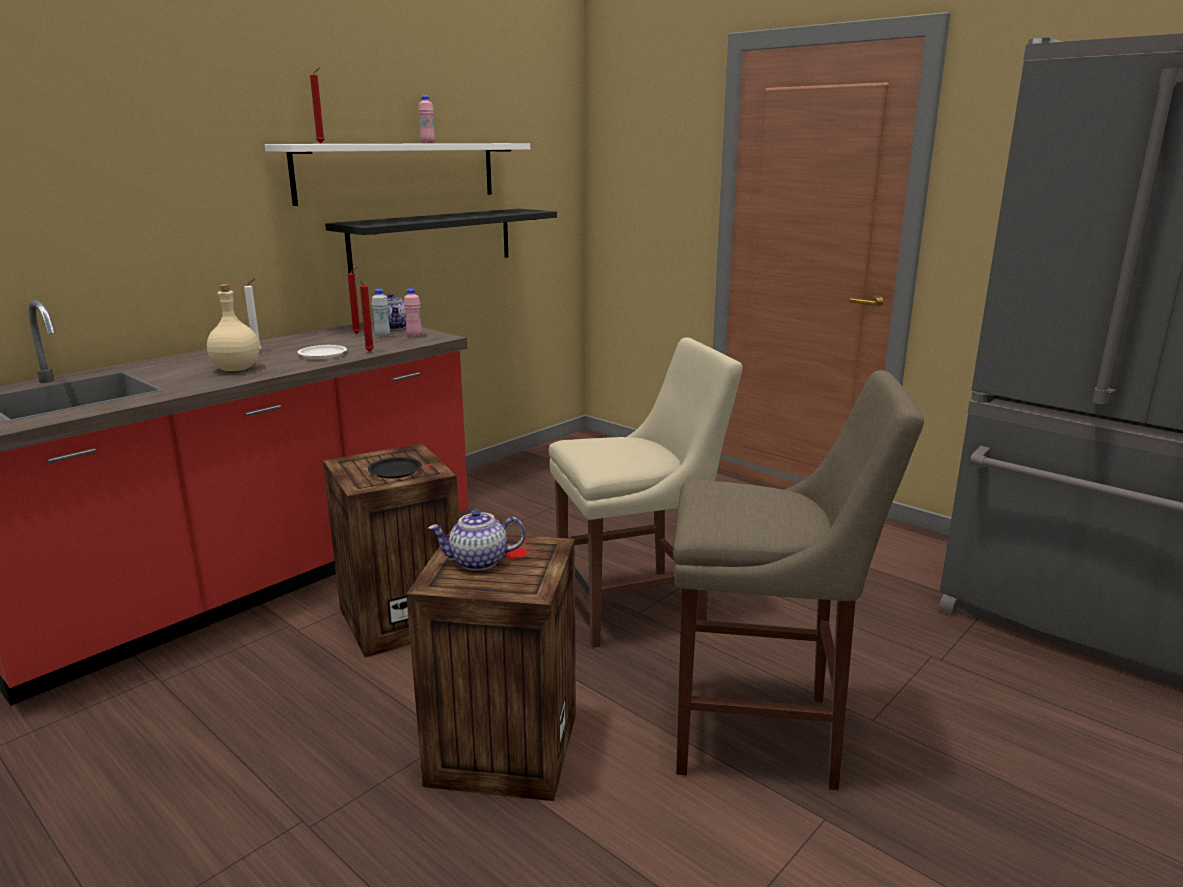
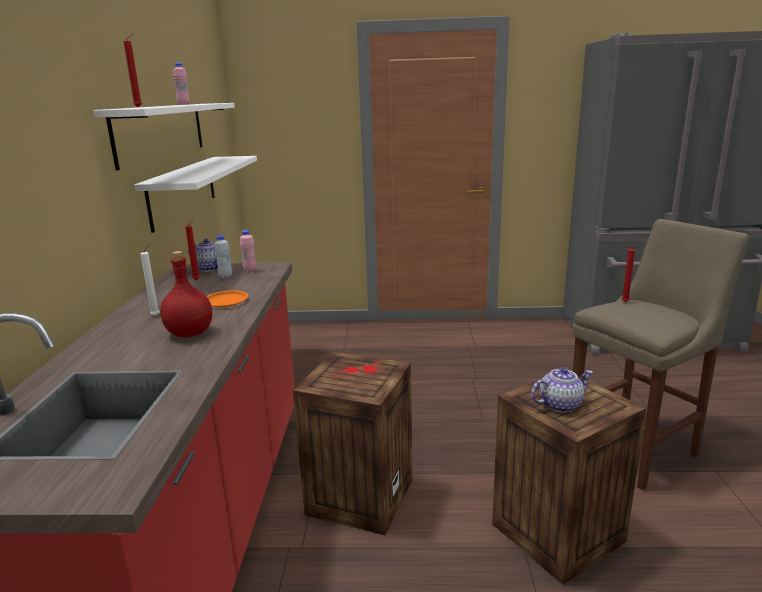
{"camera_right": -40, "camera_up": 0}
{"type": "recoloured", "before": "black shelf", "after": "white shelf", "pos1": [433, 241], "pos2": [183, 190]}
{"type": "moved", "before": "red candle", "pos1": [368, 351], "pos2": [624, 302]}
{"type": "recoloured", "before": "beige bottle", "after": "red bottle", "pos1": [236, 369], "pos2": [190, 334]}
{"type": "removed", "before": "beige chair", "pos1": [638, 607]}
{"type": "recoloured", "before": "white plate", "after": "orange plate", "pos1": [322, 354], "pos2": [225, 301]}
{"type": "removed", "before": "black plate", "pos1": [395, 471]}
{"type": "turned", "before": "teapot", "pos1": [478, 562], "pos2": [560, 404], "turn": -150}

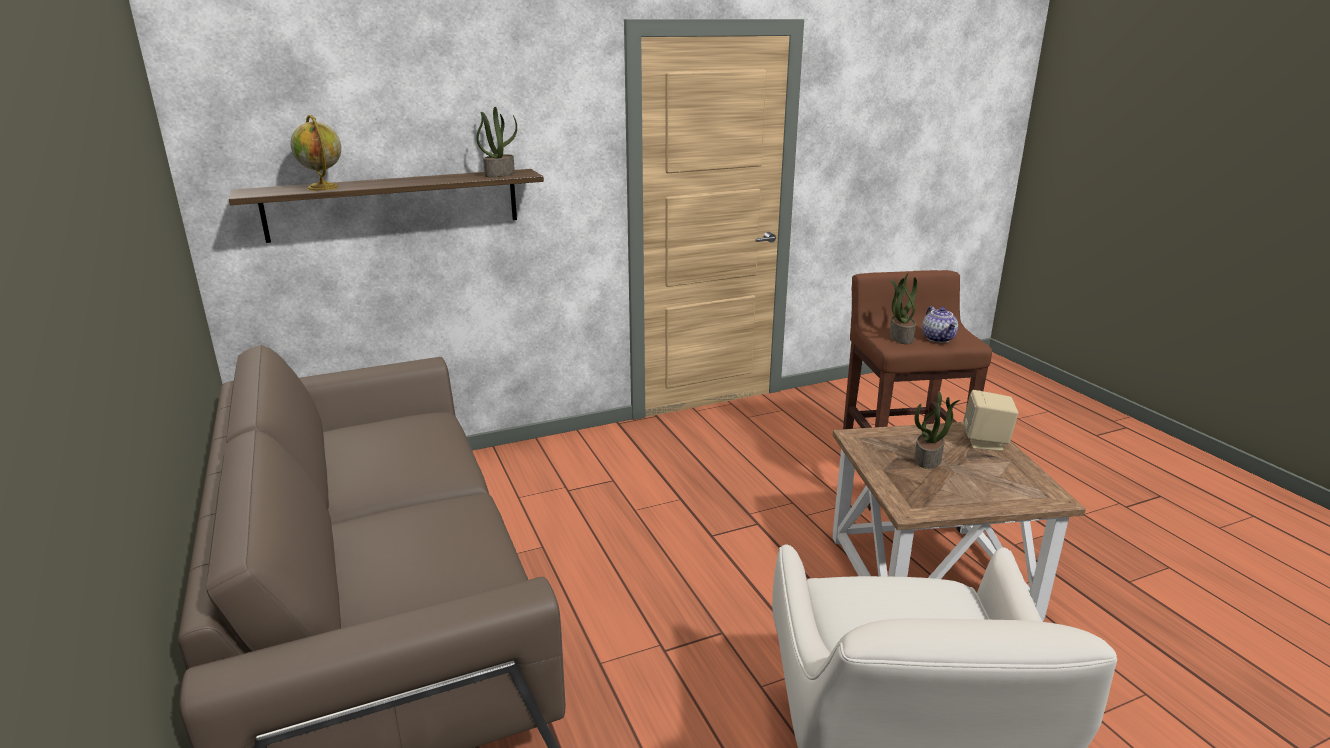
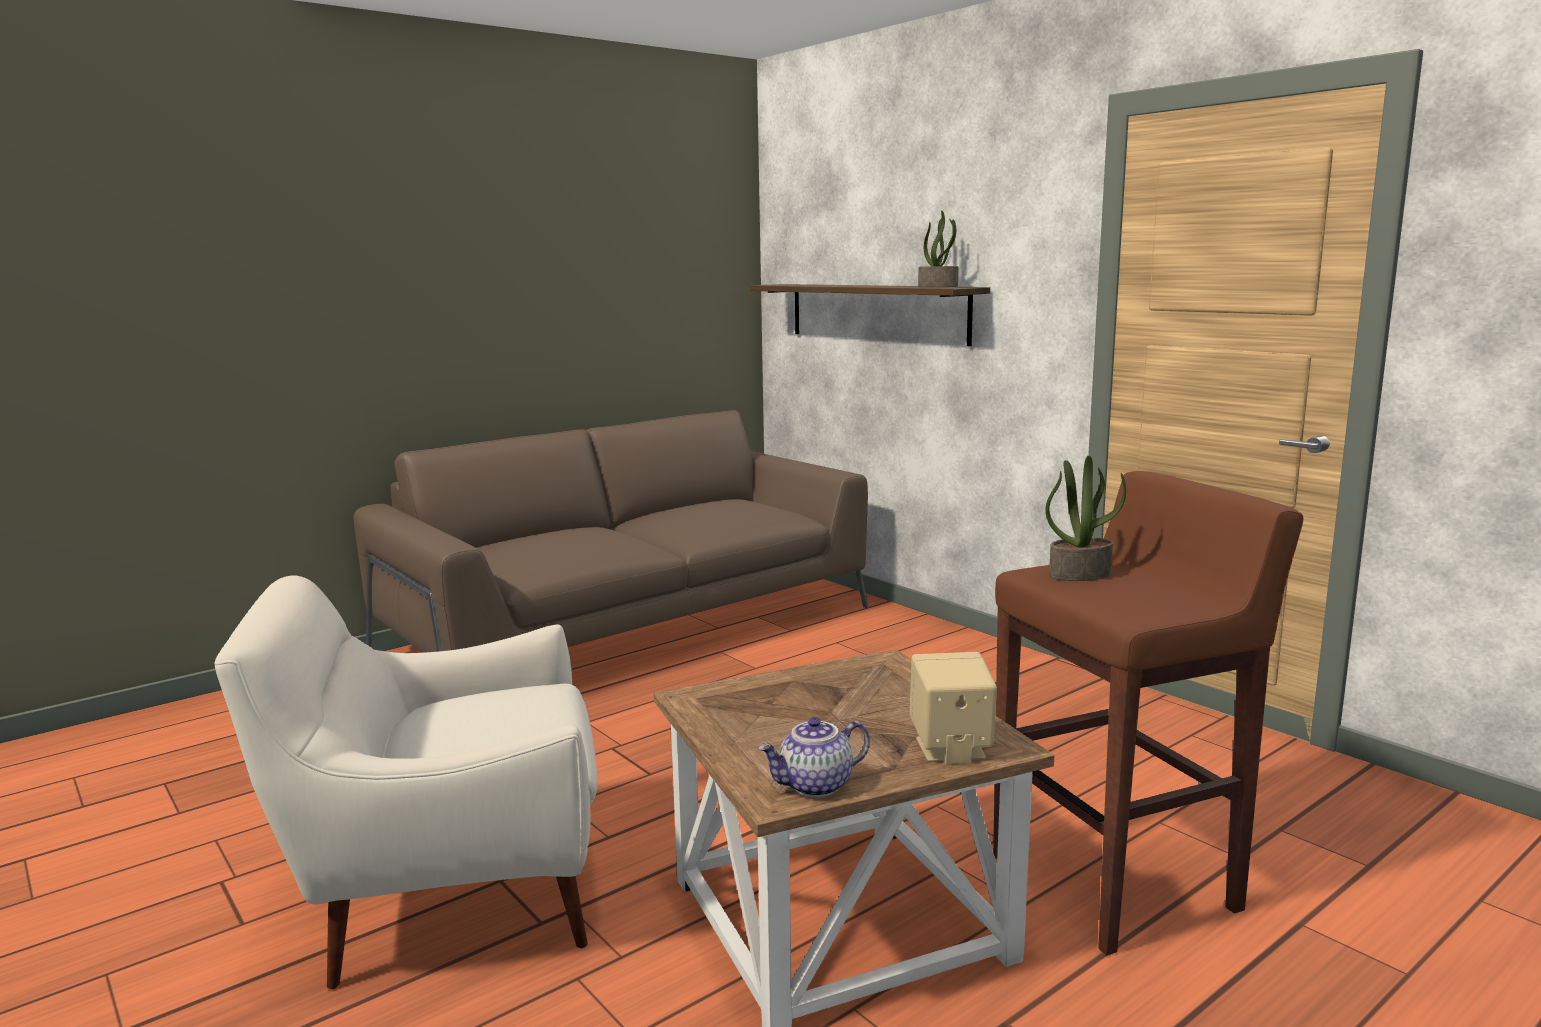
{"camera_right": 75, "camera_up": -10}
{"type": "removed", "before": "globe", "pos1": [323, 188]}
{"type": "moved", "before": "teapot", "pos1": [939, 339], "pos2": [815, 786]}
{"type": "removed", "before": "potted plant", "pos1": [928, 459]}

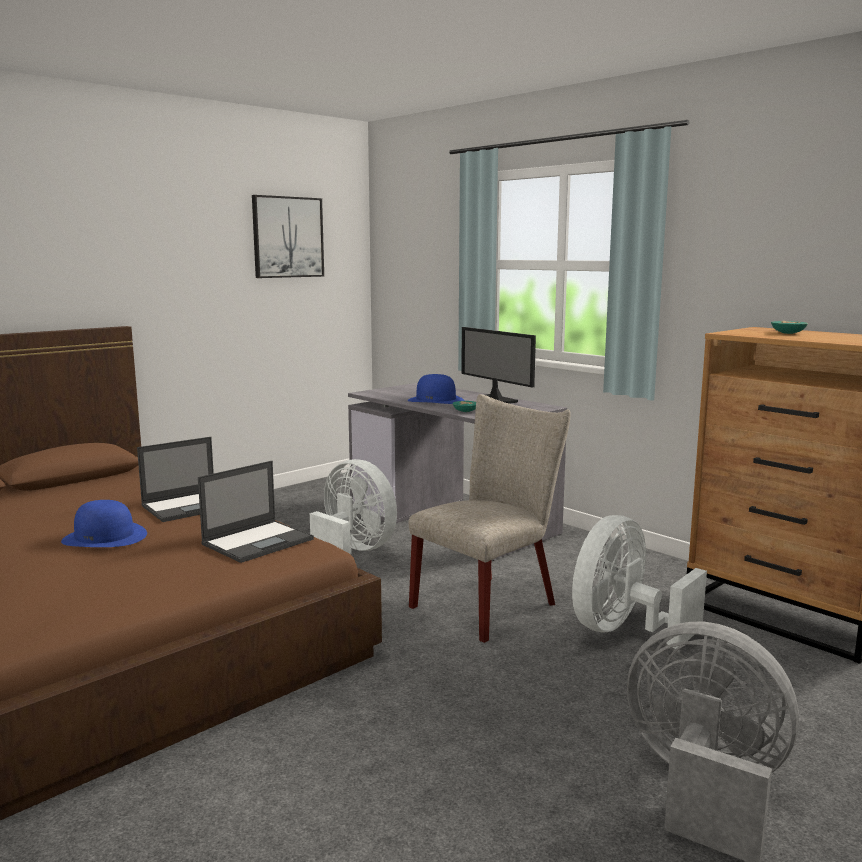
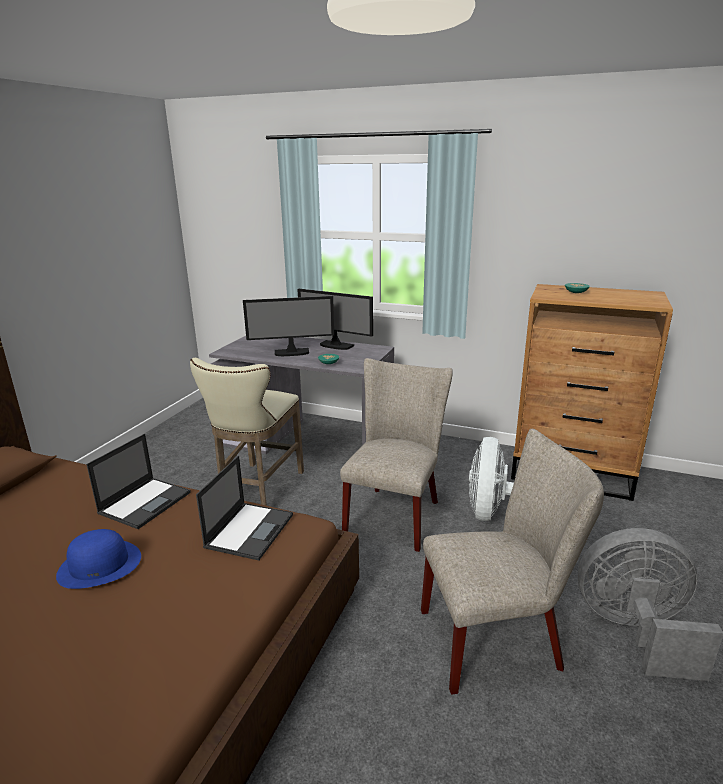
{"camera_right": -25, "camera_up": 10}
{"type": "removed", "before": "picture", "pos1": [287, 237]}
{"type": "replaced", "before": "blue hat", "after": "monitor", "pos1": [436, 400], "pos2": [291, 353]}
{"type": "replaced", "before": "white fan", "after": "beige stool", "pos1": [353, 553], "pos2": [258, 490]}
{"type": "added", "after": "beige chair", "pos2": [498, 638]}

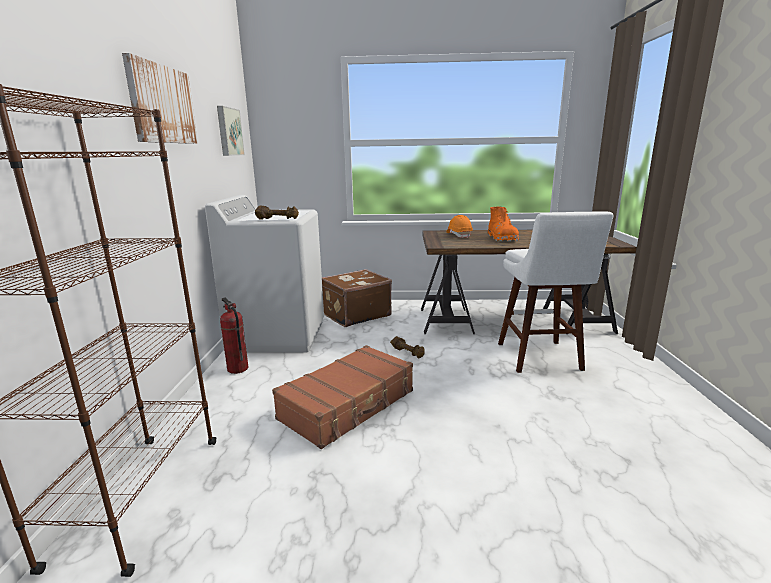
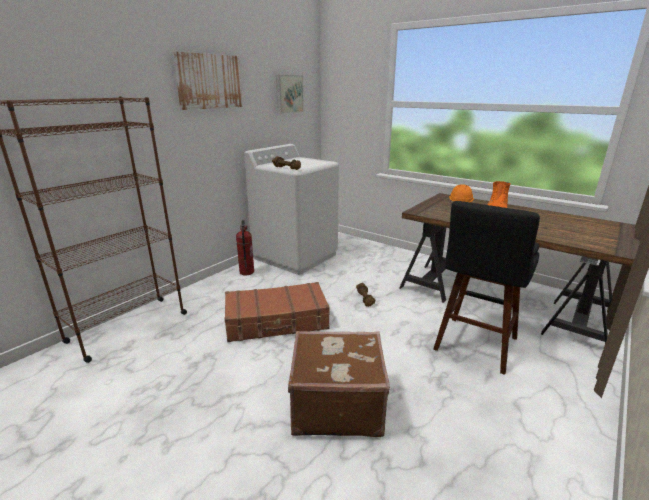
{"camera_right": 35, "camera_up": 5}
{"type": "recoloured", "before": "white stool", "after": "black stool", "pos1": [540, 359], "pos2": [474, 346]}
{"type": "moved", "before": "brown suitcase", "pos1": [355, 314], "pos2": [336, 404]}

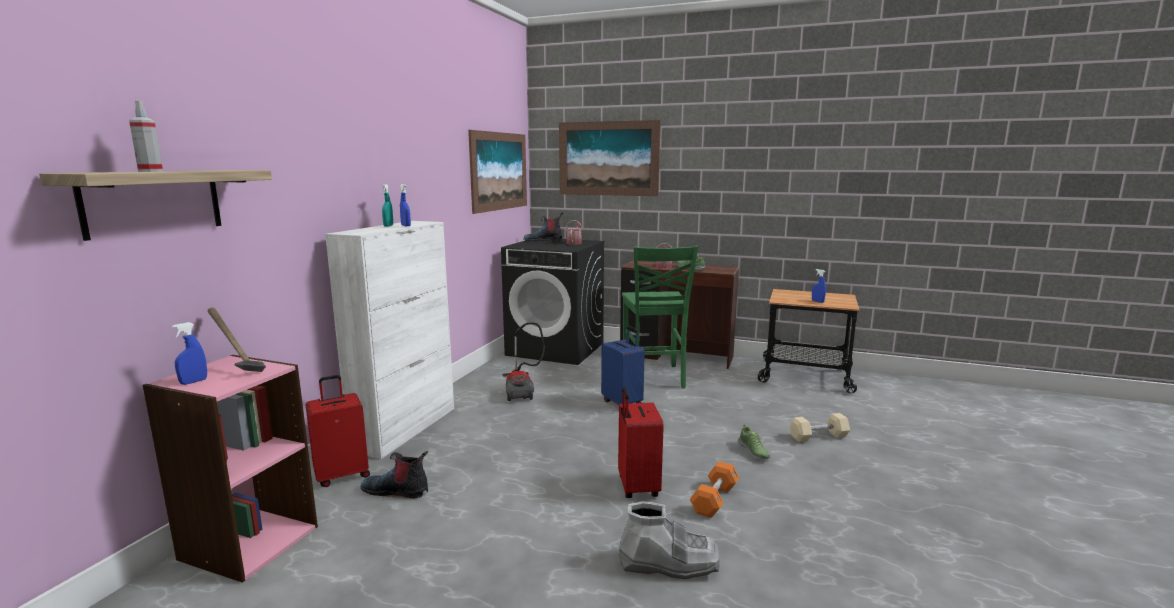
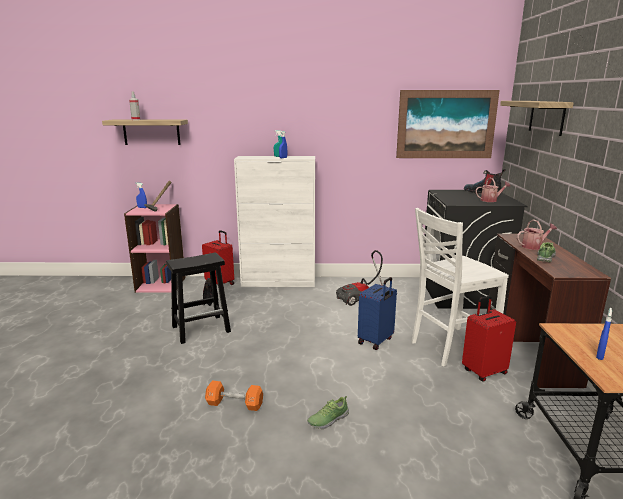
{"camera_right": 70, "camera_up": 5}
{"type": "replaced", "before": "picture", "after": "shelf", "pos1": [608, 158], "pos2": [546, 117]}
{"type": "recoloured", "before": "green chair", "after": "white chair", "pos1": [654, 378], "pos2": [450, 347]}
{"type": "moved", "before": "red suitcase", "pos1": [636, 487], "pos2": [483, 371]}
{"type": "removed", "before": "beige dumbbell", "pos1": [818, 437]}
{"type": "removed", "before": "grey boot", "pos1": [669, 563]}
{"type": "added", "after": "black stool", "pos2": [202, 329]}

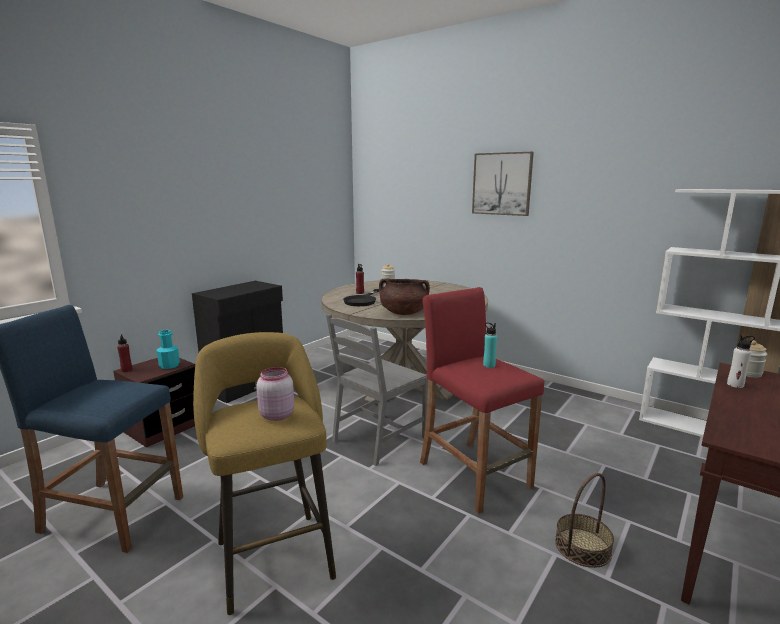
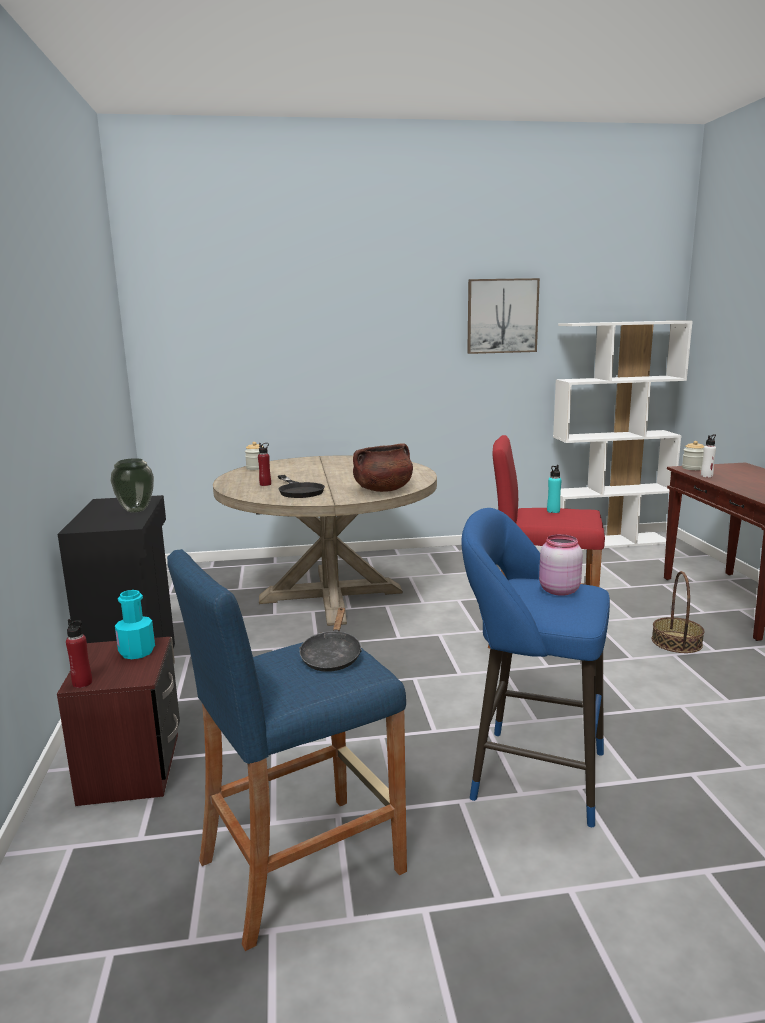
{"camera_right": -45, "camera_up": 0}
{"type": "moved", "before": "picture", "pos1": [502, 184], "pos2": [502, 316]}
{"type": "removed", "before": "grey chair", "pos1": [378, 439]}
{"type": "recoloured", "before": "yellow stool", "after": "blue stool", "pos1": [273, 554], "pos2": [529, 773]}
{"type": "added", "after": "vase", "pos2": [136, 510]}
{"type": "added", "after": "black frying pan", "pos2": [332, 656]}

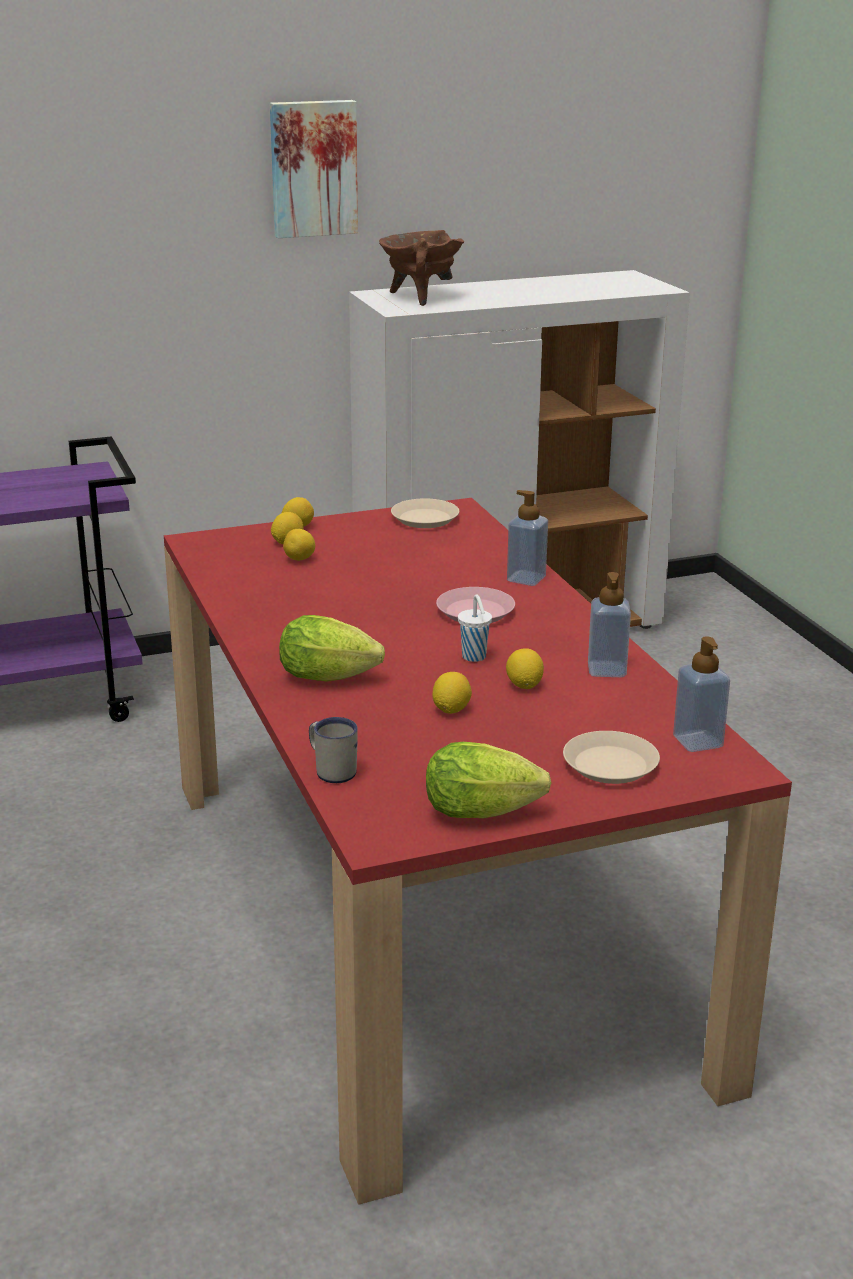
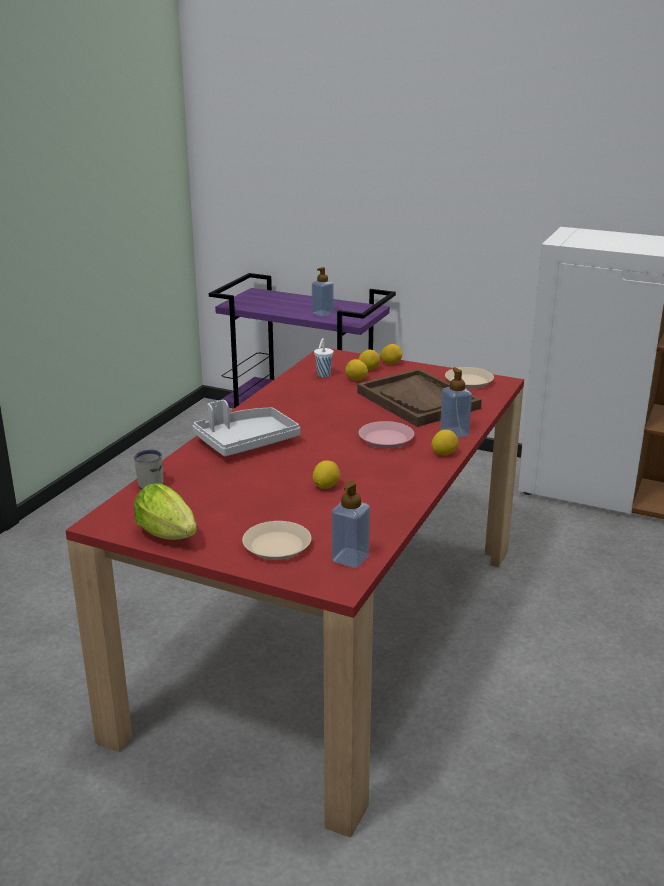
{"camera_right": 45, "camera_up": 0}
{"type": "removed", "before": "picture", "pos1": [313, 168]}
{"type": "removed", "before": "brown cooking pot", "pos1": [420, 297]}
{"type": "moved", "before": "soap dispenser", "pos1": [606, 670], "pos2": [322, 313]}
{"type": "moved", "before": "white cup", "pos1": [474, 657], "pos2": [323, 375]}
{"type": "replaced", "before": "lettuce", "after": "grey tray", "pos1": [333, 678], "pos2": [246, 442]}
{"type": "moved", "before": "lemon", "pos1": [451, 710], "pos2": [444, 453]}
{"type": "added", "after": "brown tray", "pos2": [418, 400]}

